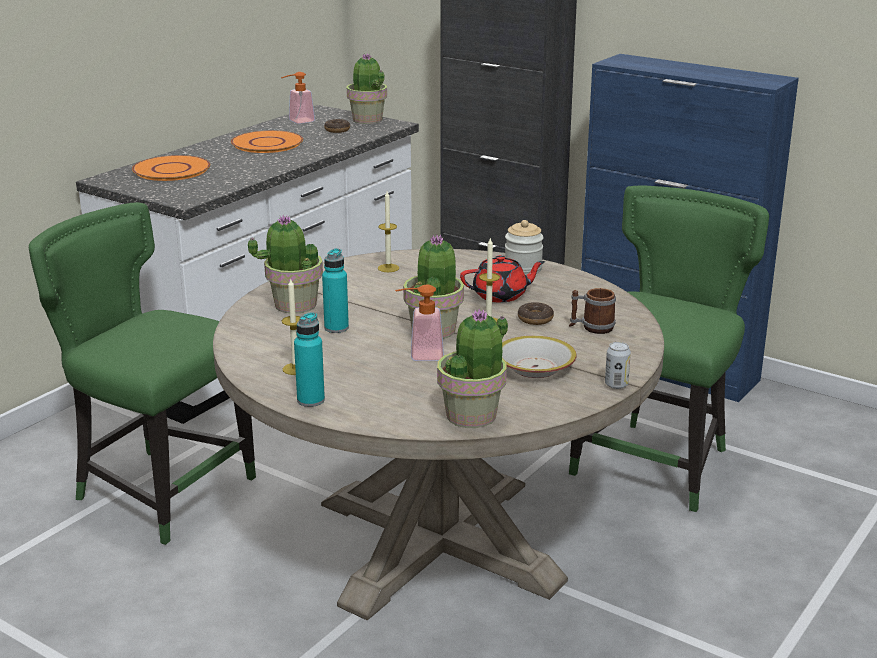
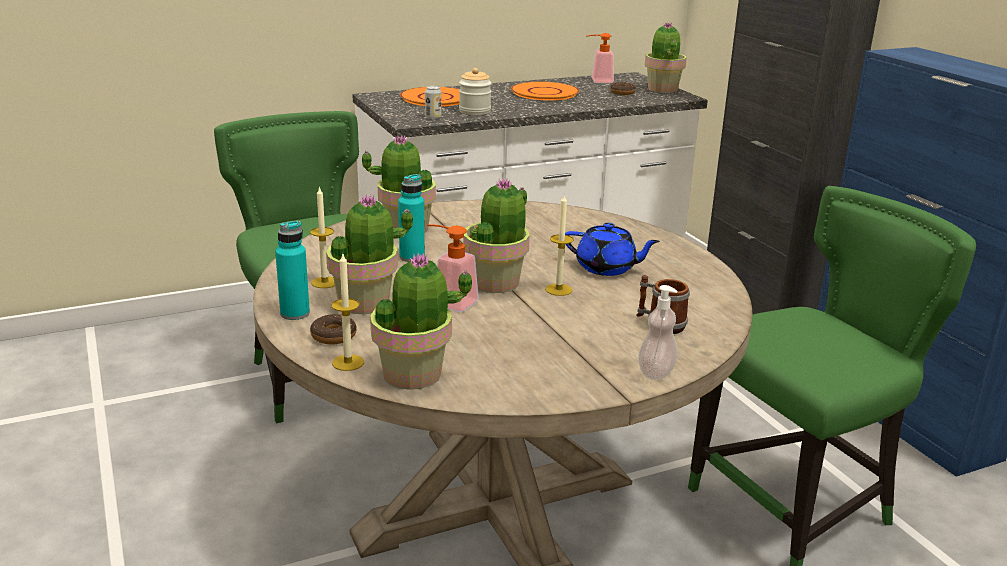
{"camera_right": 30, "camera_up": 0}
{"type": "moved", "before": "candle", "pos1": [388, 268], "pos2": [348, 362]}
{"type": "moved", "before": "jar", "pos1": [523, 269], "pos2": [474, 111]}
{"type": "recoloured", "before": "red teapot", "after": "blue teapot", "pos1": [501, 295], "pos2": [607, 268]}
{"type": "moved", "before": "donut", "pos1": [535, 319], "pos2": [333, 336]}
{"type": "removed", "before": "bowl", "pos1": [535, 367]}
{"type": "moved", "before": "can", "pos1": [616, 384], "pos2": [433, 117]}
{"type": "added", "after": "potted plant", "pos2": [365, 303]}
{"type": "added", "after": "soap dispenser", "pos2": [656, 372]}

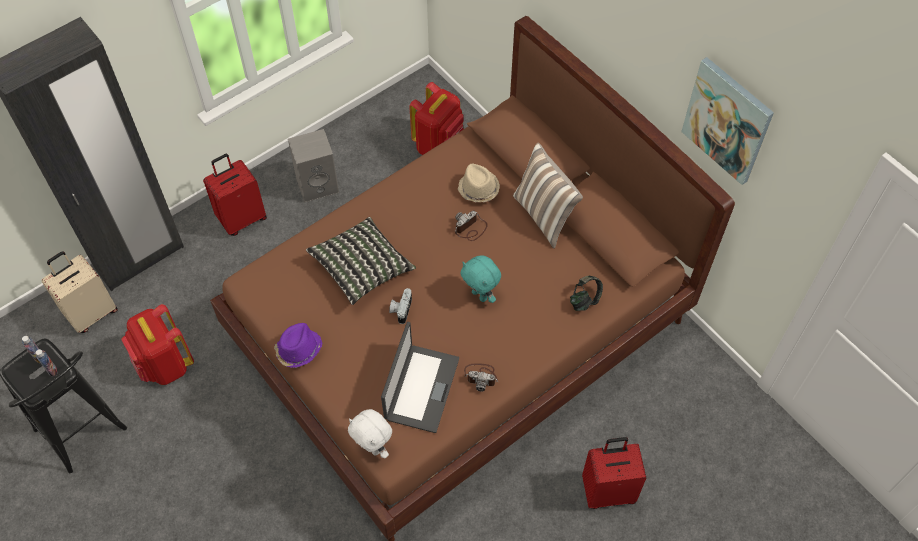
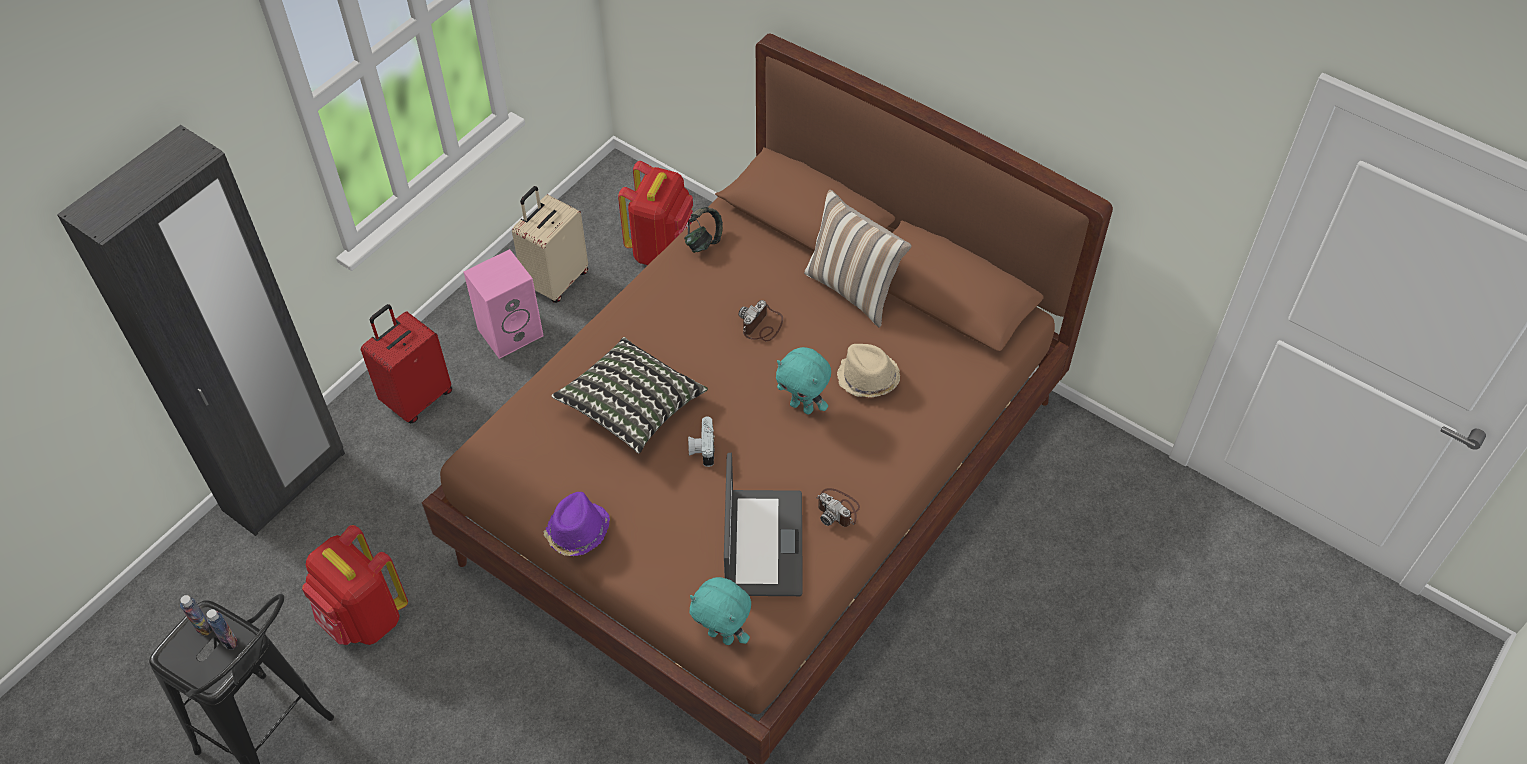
{"camera_right": -15, "camera_up": -5}
{"type": "removed", "before": "picture", "pos1": [727, 120]}
{"type": "recoloured", "before": "grey speaker", "after": "pink speaker", "pos1": [318, 184], "pos2": [511, 331]}
{"type": "moved", "before": "beige hat", "pos1": [478, 189], "pos2": [867, 378]}
{"type": "moved", "before": "beige suitcase", "pos1": [91, 313], "pos2": [556, 280]}
{"type": "moved", "before": "headphones", "pos1": [585, 300], "pos2": [703, 241]}
{"type": "turned", "before": "photo camera", "pos1": [481, 376], "pos2": [838, 509], "turn": 45}
{"type": "recoloured", "before": "white plush toy", "after": "turquoise plush toy", "pos1": [373, 447], "pos2": [722, 635]}
{"type": "removed", "before": "red suitcase", "pos1": [608, 490]}

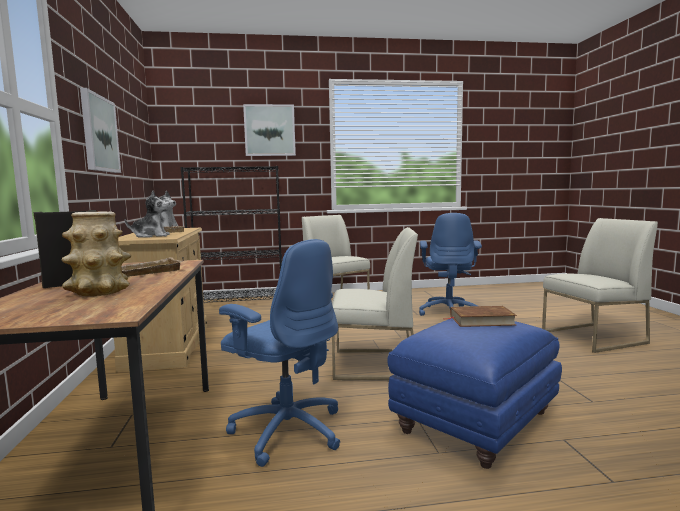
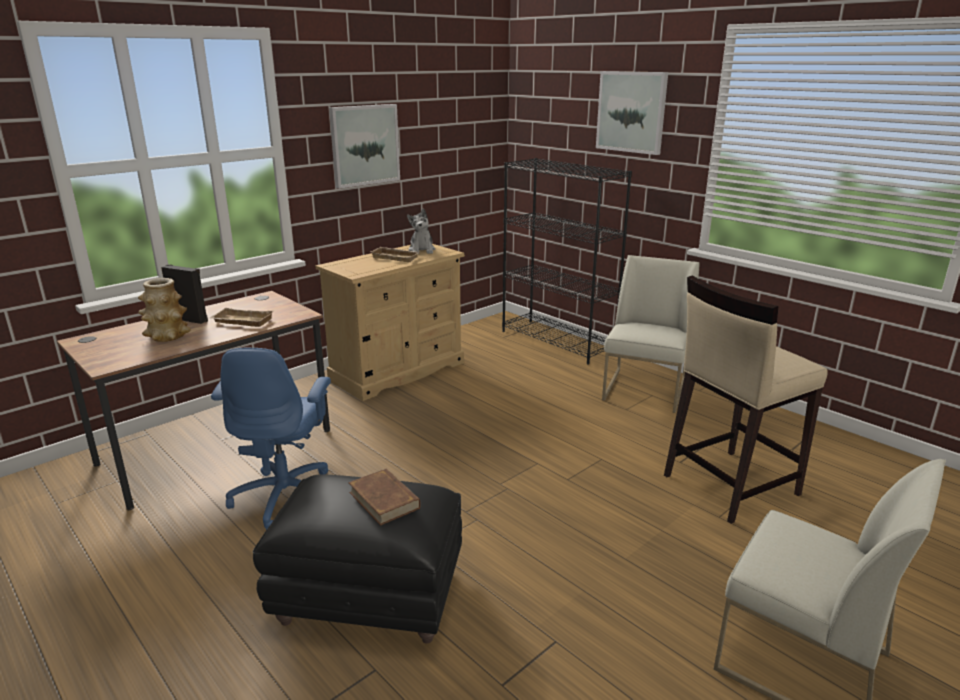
{"camera_right": 55, "camera_up": 15}
{"type": "removed", "before": "plush toy", "pos1": [151, 236]}
{"type": "replaced", "before": "blue office chair", "after": "beige stool", "pos1": [449, 312], "pos2": [728, 484]}
{"type": "removed", "before": "white chair", "pos1": [373, 365]}
{"type": "recoloured", "before": "blue ottoman", "after": "black ottoman", "pos1": [475, 424], "pos2": [368, 597]}

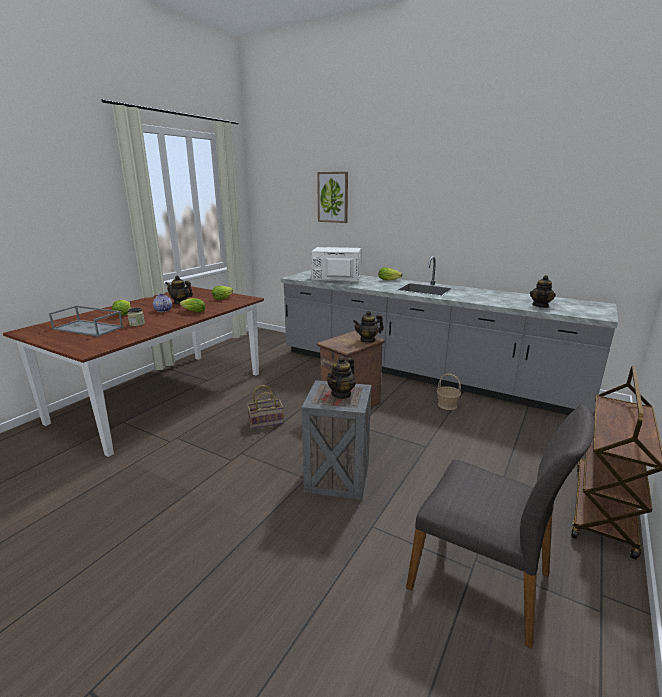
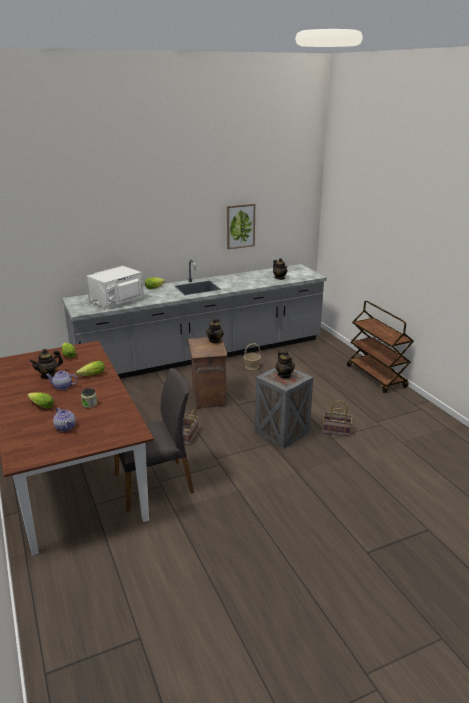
{"camera_right": -55, "camera_up": 5}
{"type": "moved", "before": "picture", "pos1": [333, 197], "pos2": [240, 226]}
{"type": "replaced", "before": "grey tray", "after": "teapot", "pos1": [89, 328], "pos2": [65, 427]}
{"type": "moved", "before": "grey chair", "pos1": [481, 579], "pos2": [155, 483]}
{"type": "added", "after": "basket", "pos2": [335, 431]}

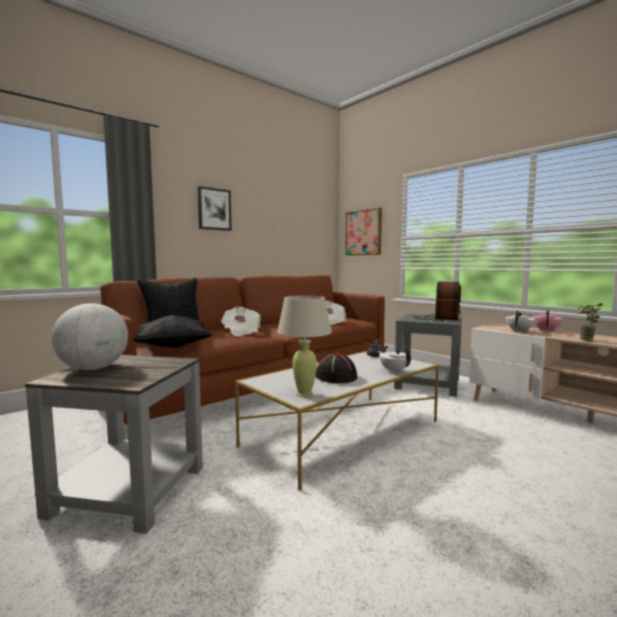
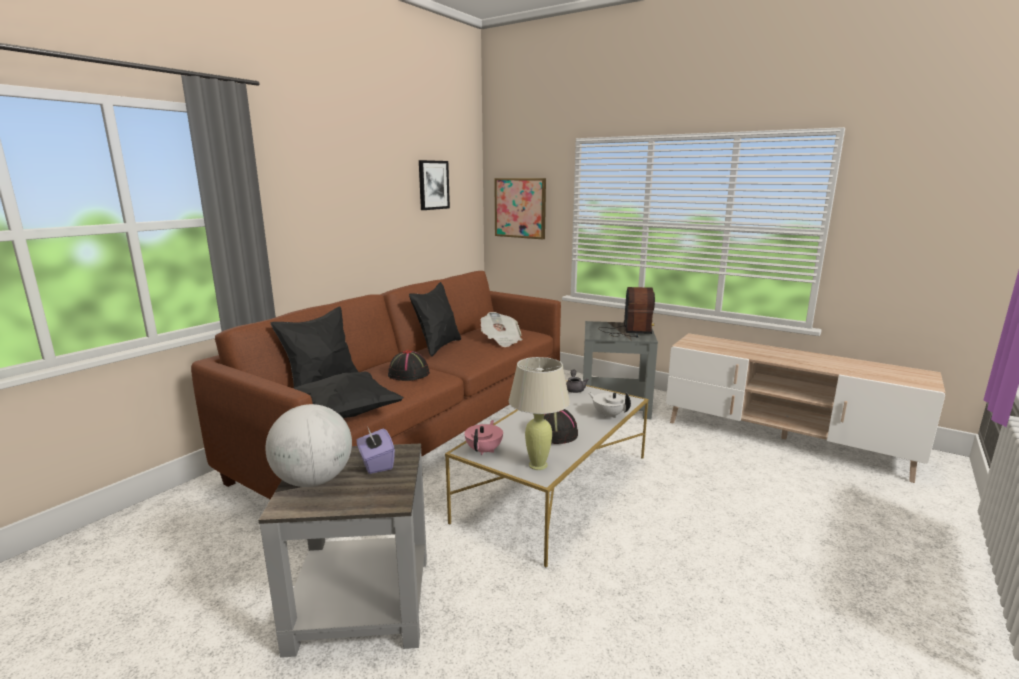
{"camera_right": -15, "camera_up": 10}
{"type": "moved", "before": "picture", "pos1": [214, 209], "pos2": [433, 185]}
{"type": "removed", "before": "potted plant", "pos1": [585, 340]}
{"type": "replaced", "before": "newspaper", "after": "black hat", "pos1": [241, 332], "pos2": [409, 374]}
{"type": "removed", "before": "white teapot", "pos1": [519, 331]}
{"type": "moved", "before": "pink teapot", "pos1": [546, 330], "pos2": [484, 450]}
{"type": "added", "after": "black pillow", "pos2": [437, 347]}
{"type": "added", "after": "purple tissue box", "pos2": [376, 463]}

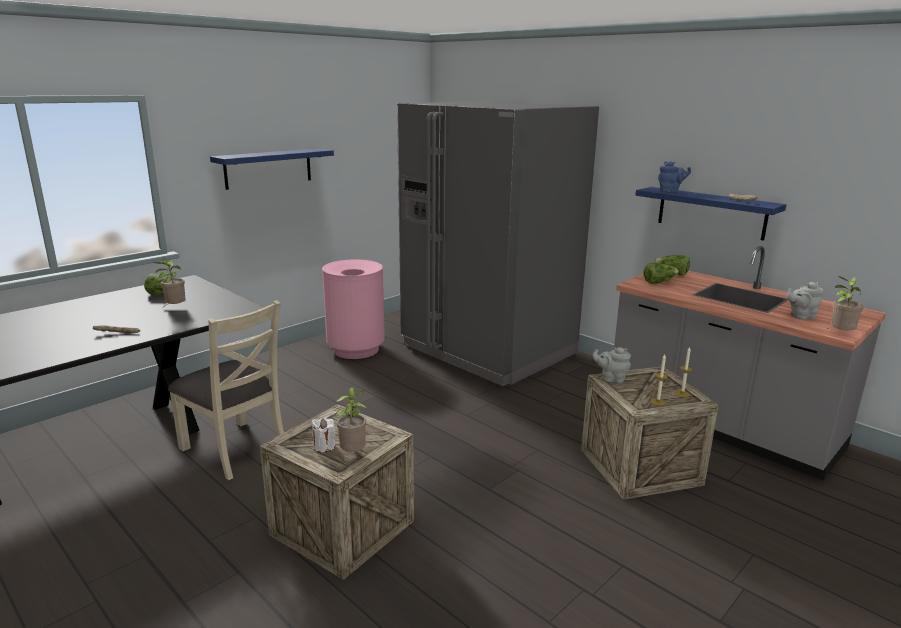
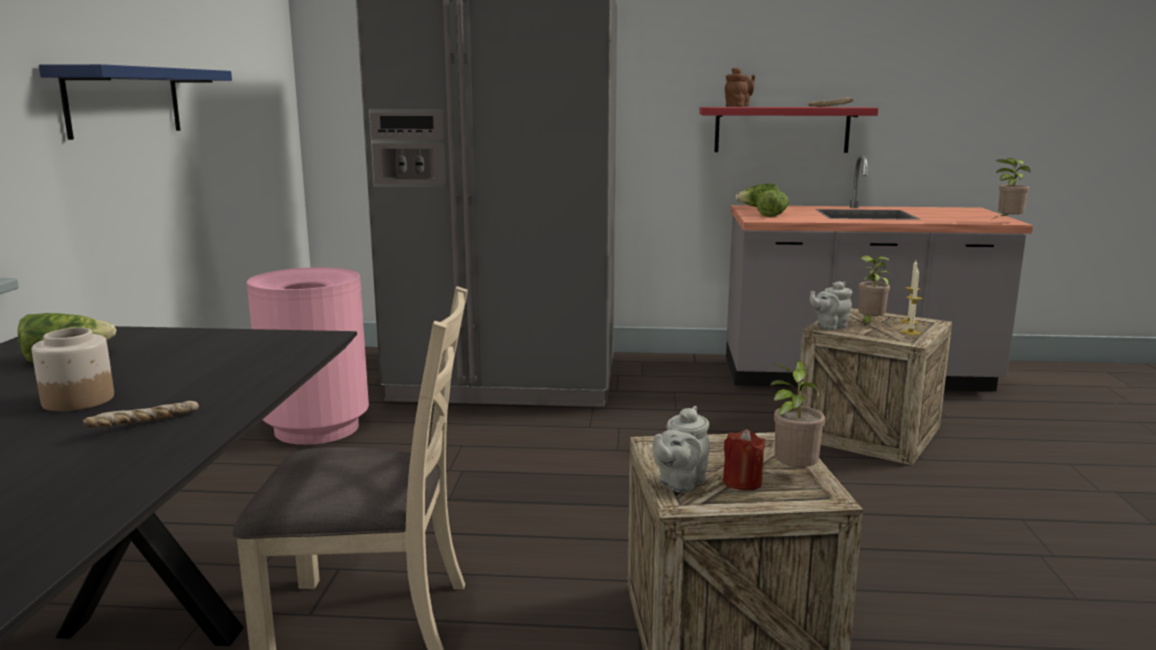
{"camera_right": -40, "camera_up": -5}
{"type": "recoloured", "before": "blue teapot", "after": "brown teapot", "pos1": [670, 191], "pos2": [738, 106]}
{"type": "recoloured", "before": "blue shelf", "after": "red shelf", "pos1": [711, 213], "pos2": [781, 129]}
{"type": "moved", "before": "potted plant", "pos1": [174, 308], "pos2": [869, 323]}
{"type": "moved", "before": "grey teapot", "pos1": [801, 316], "pos2": [679, 483]}
{"type": "recoloured", "before": "white candle", "after": "red candle", "pos1": [324, 446], "pos2": [742, 482]}
{"type": "added", "after": "jar", "pos2": [77, 400]}

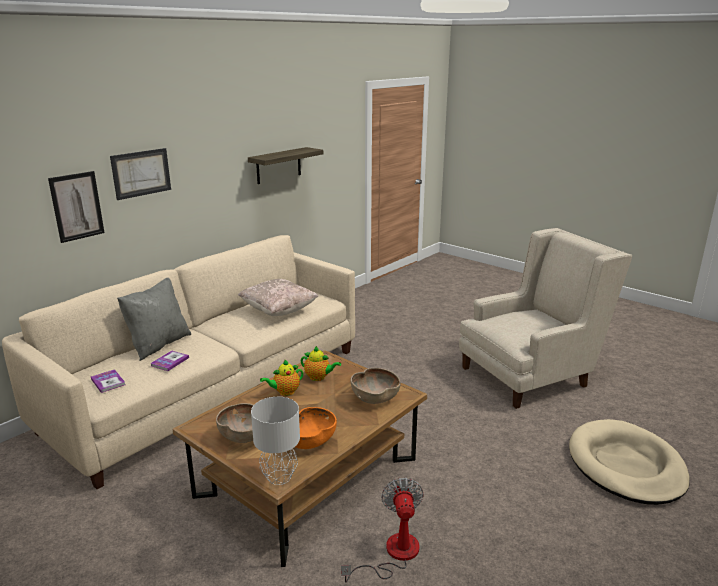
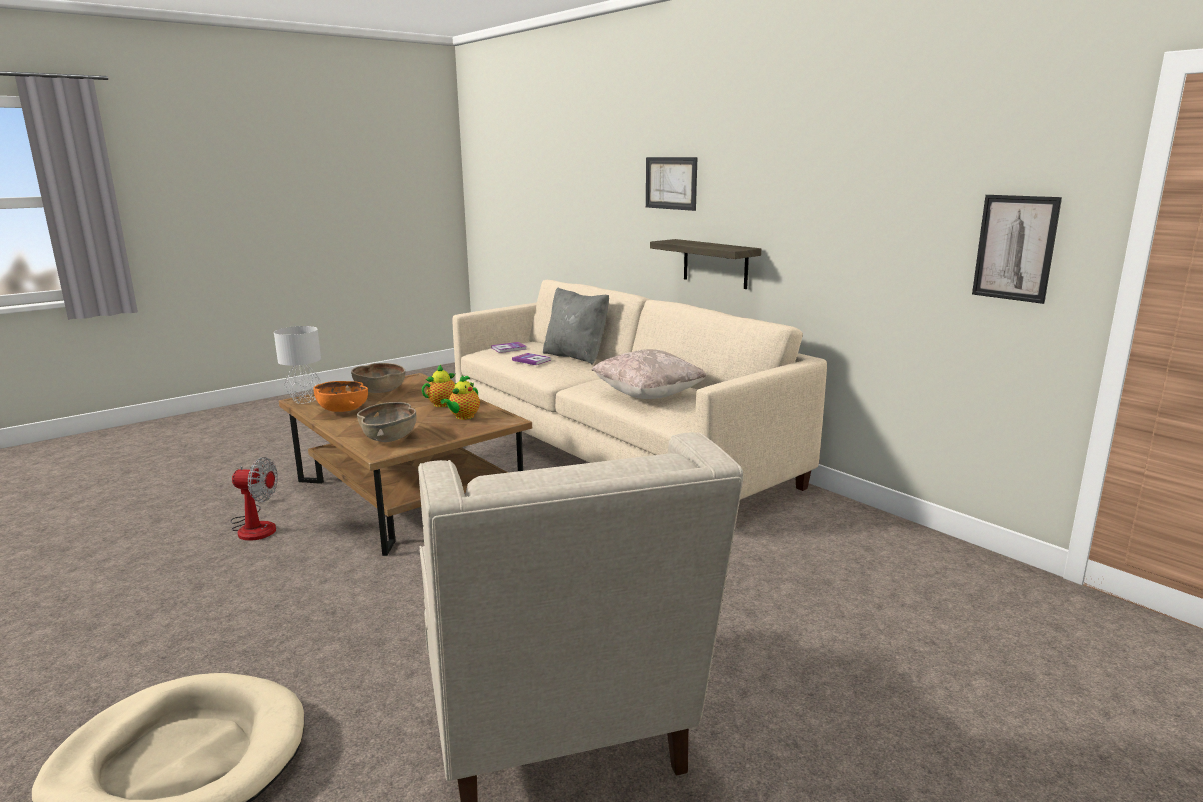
{"camera_right": 100, "camera_up": -5}
{"type": "moved", "before": "shelf", "pos1": [278, 165], "pos2": [715, 263]}
{"type": "moved", "before": "picture", "pos1": [77, 206], "pos2": [1015, 248]}
{"type": "turned", "before": "teapot", "pos1": [285, 392], "pos2": [445, 404], "turn": 75}

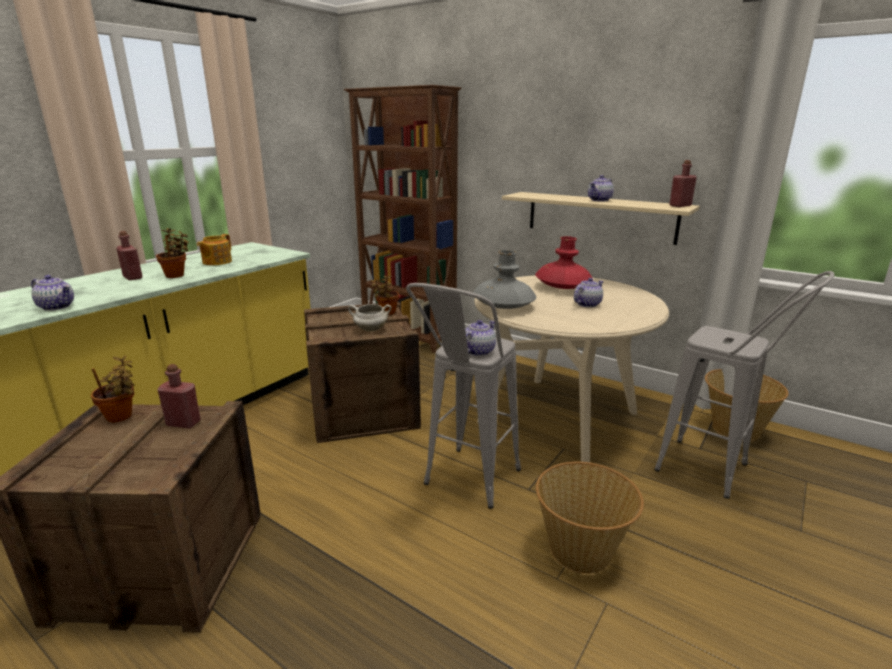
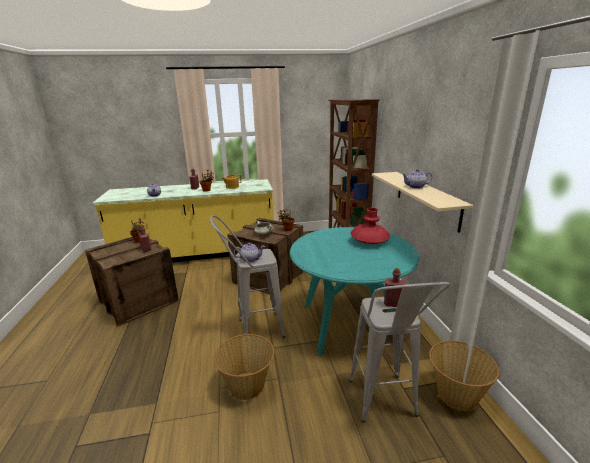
{"camera_right": 45, "camera_up": 0}
{"type": "moved", "before": "red bottle", "pos1": [680, 206], "pos2": [393, 304]}
{"type": "removed", "before": "grey vase", "pos1": [503, 306]}
{"type": "recoloured", "before": "beige dining table", "after": "turquoise dining table", "pos1": [558, 417], "pos2": [349, 324]}
{"type": "removed", "before": "teapot", "pos1": [587, 304]}

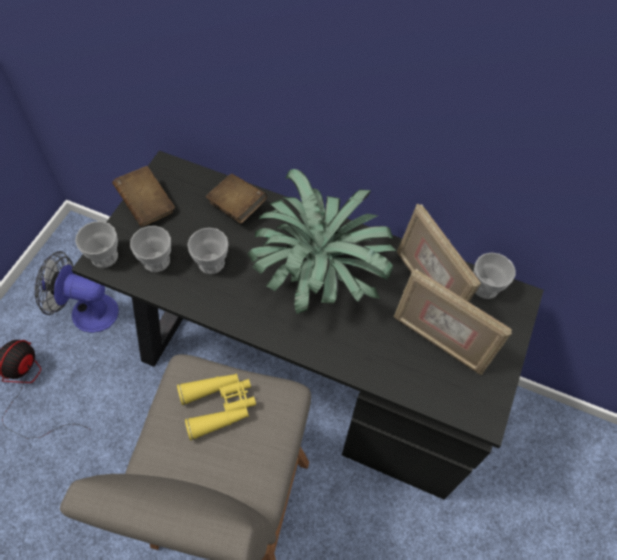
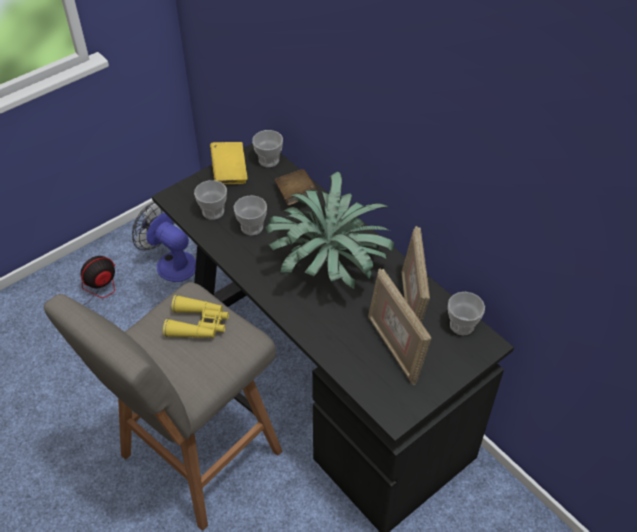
{"camera_right": 30, "camera_up": -10}
{"type": "recoloured", "before": "brown book", "after": "yellow book", "pos1": [146, 205], "pos2": [229, 172]}
{"type": "moved", "before": "cup", "pos1": [104, 256], "pos2": [268, 160]}

